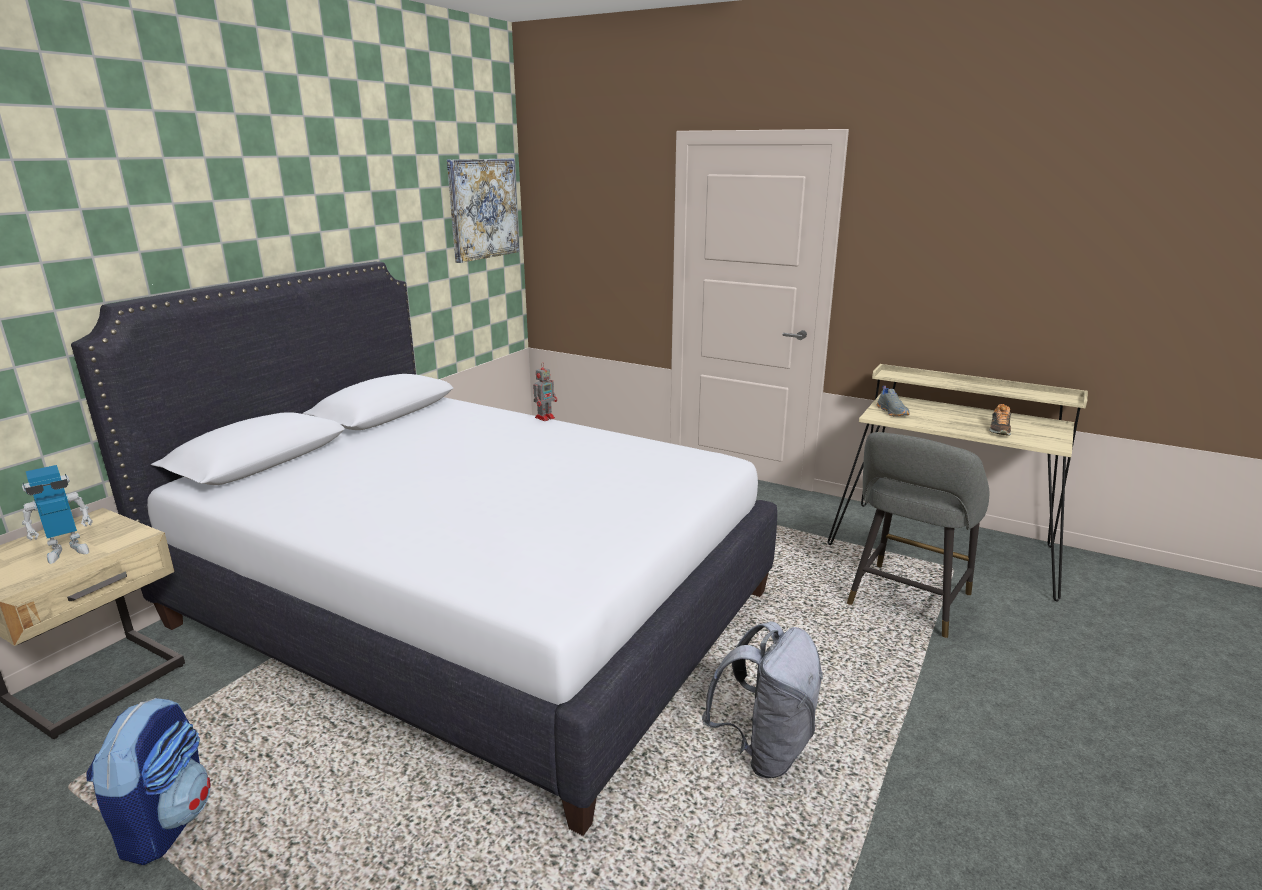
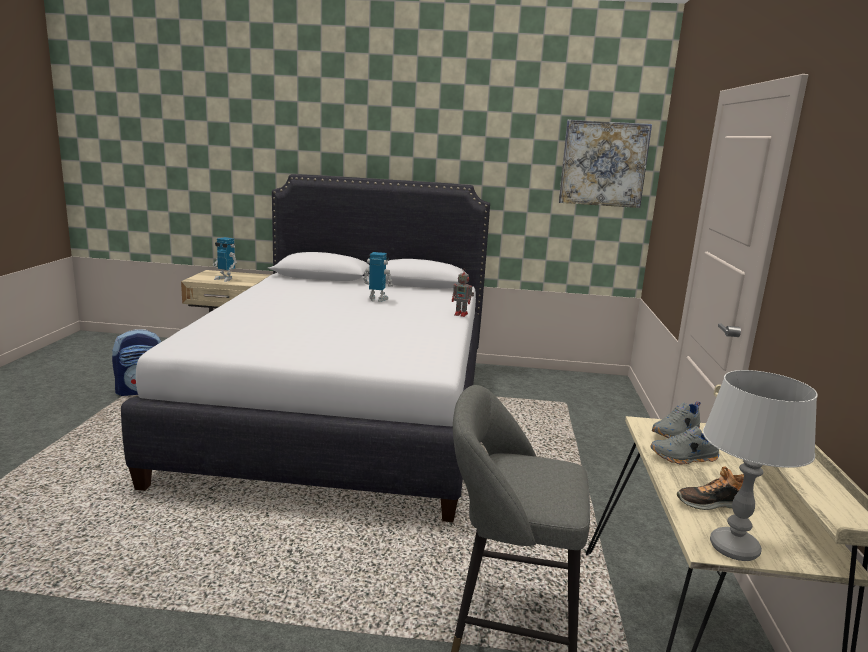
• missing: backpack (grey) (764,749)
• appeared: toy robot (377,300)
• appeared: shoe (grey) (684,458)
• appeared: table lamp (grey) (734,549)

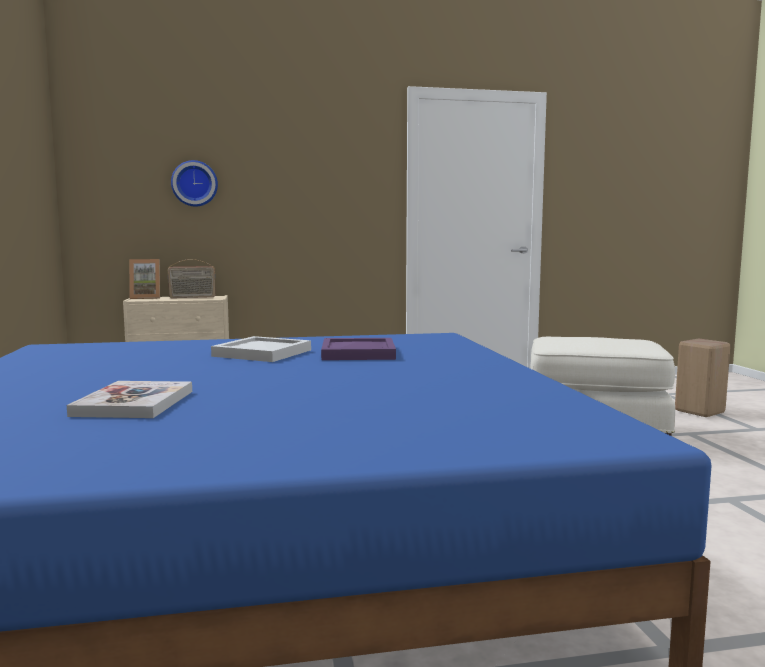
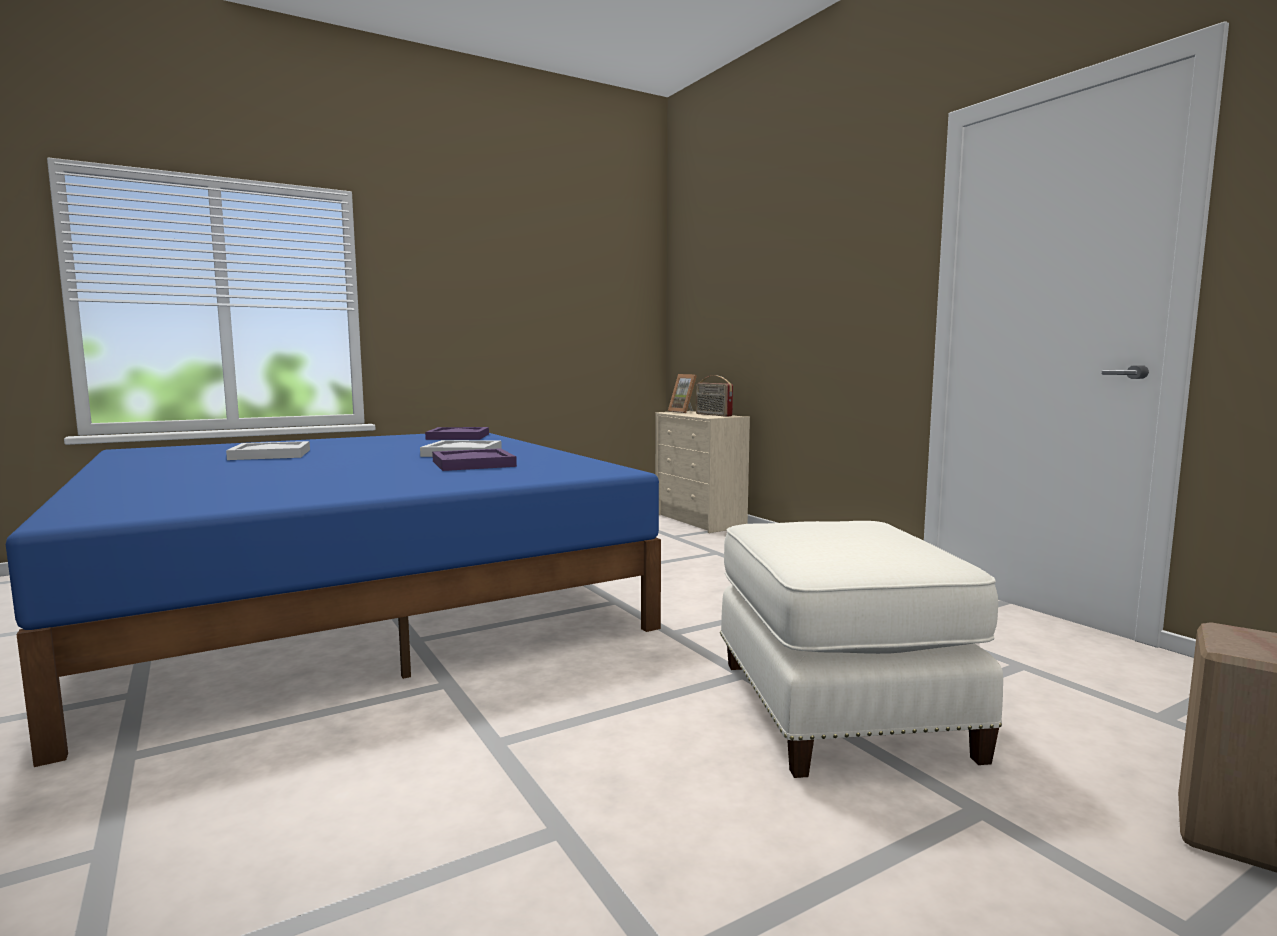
• missing: wall clock (194,183)
• appeared: tray (purple) (457,437)
• exchanged: book (134,403) to tray (white) (271,454)

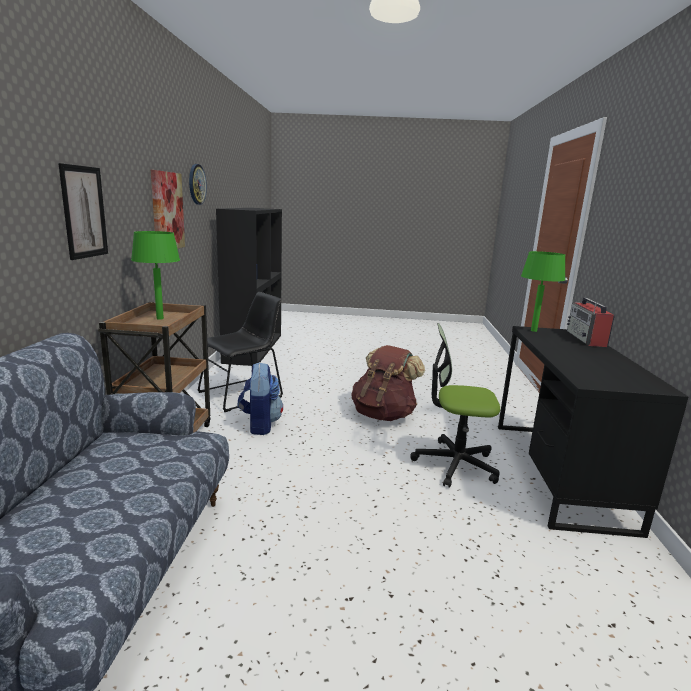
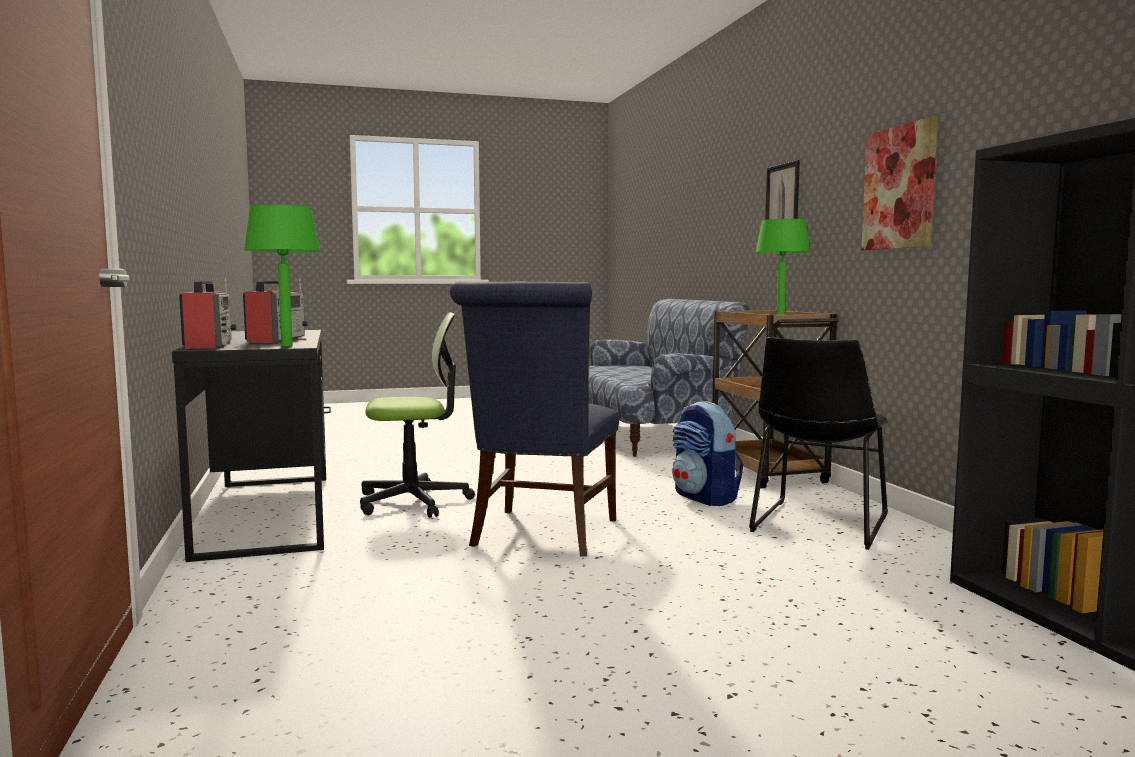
• missing: wall clock (196,184)
• appeared: radio (277,339)
• exchanged: backpack (brown) (384,415) to chair (blue) (541,535)

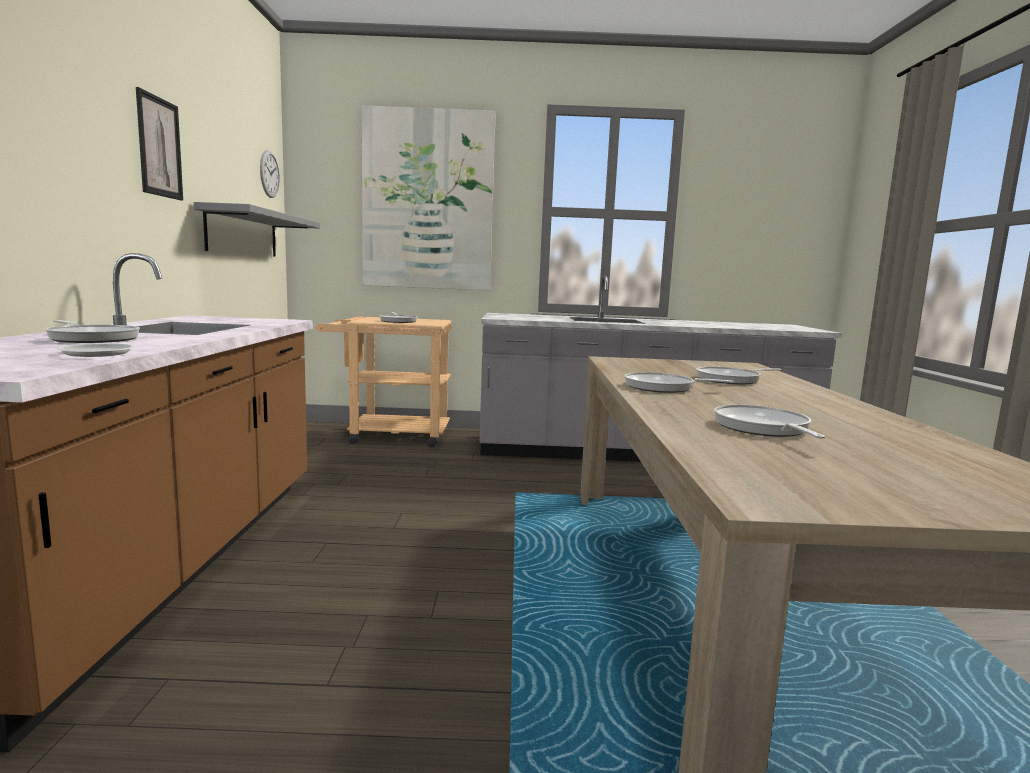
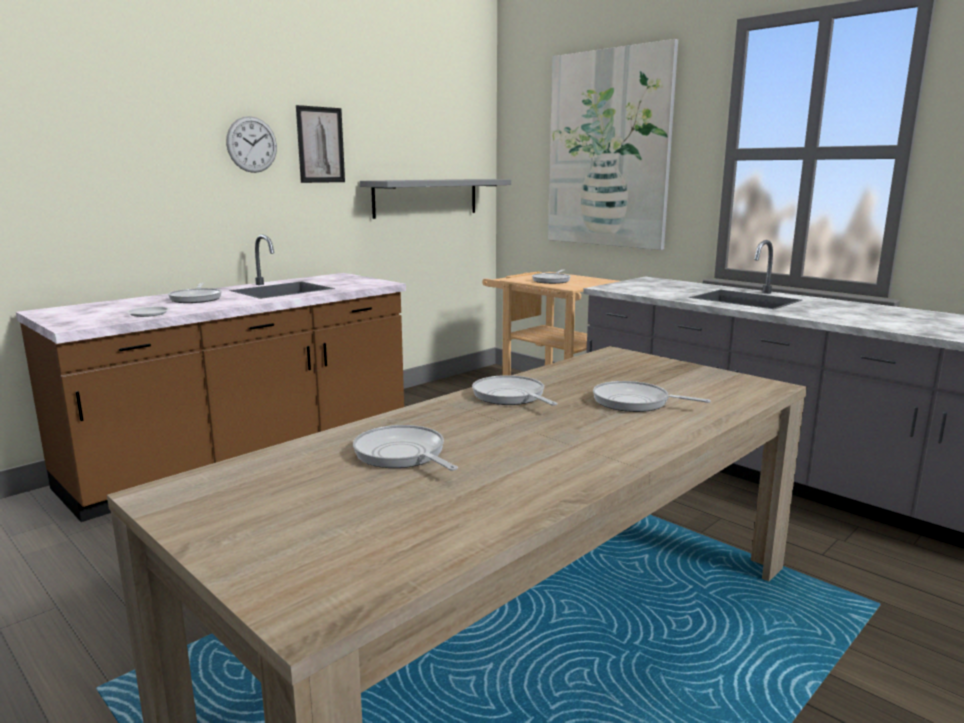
• relocated: wall clock (269,174) to (252,144)
• spun: frying pan (763,428) = (402,455) 75 degrees counterclockwise

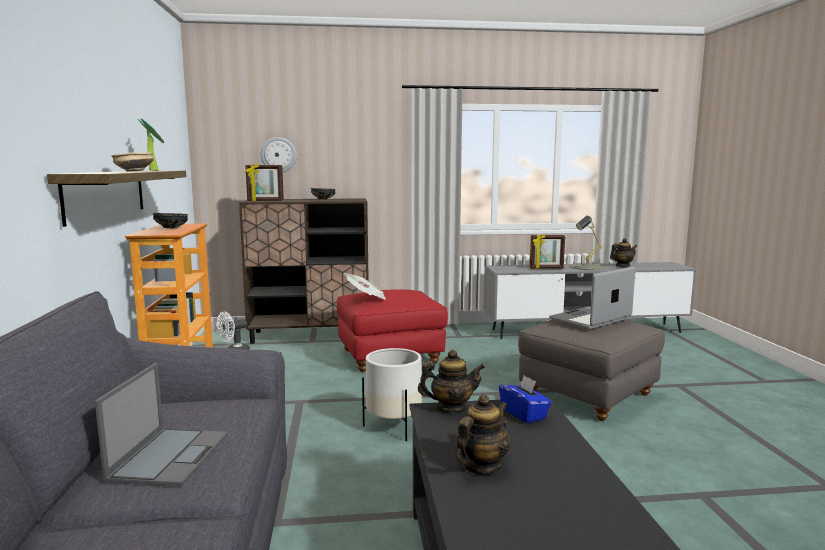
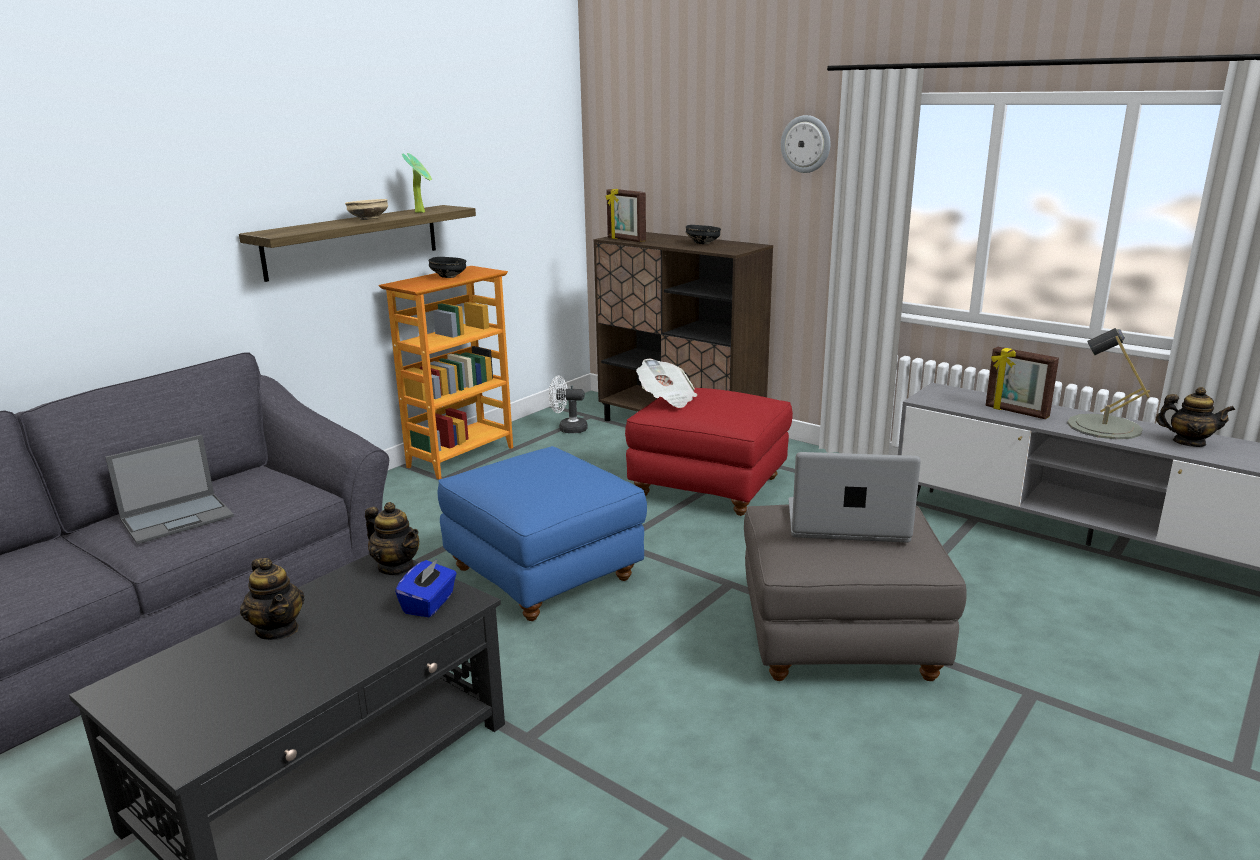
• relocated: wall clock (278,155) to (806,144)
• exchanged: planter (white) (394,427) to ottoman (blue) (544,575)
• spun: teapot (481,466) = (277,629) 60 degrees clockwise

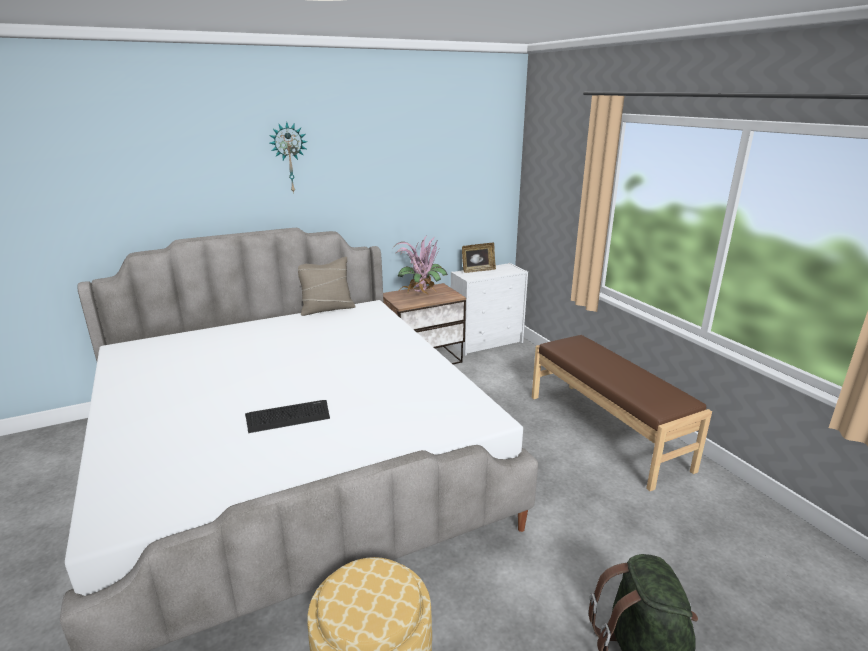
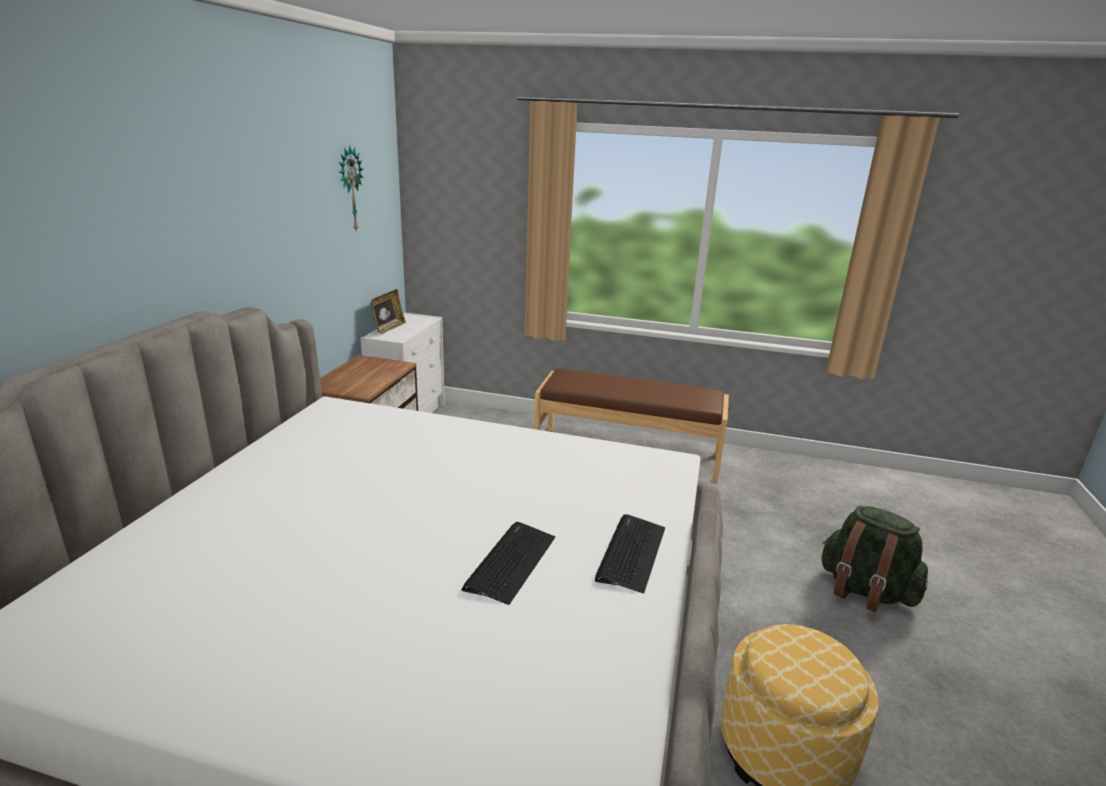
• missing: pillow (beige) (327,309)
• missing: potted plant (420,297)
• appeared: keyboard (631,553)
• relocated: wall clock (289,158) to (349,189)

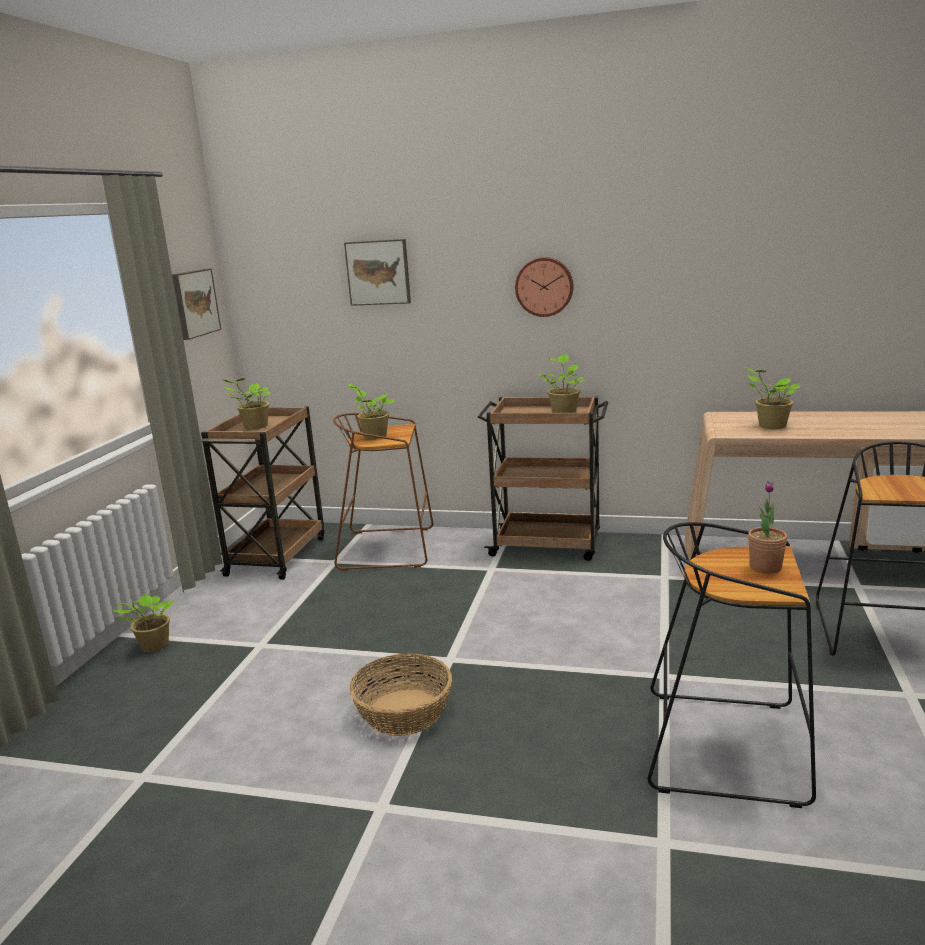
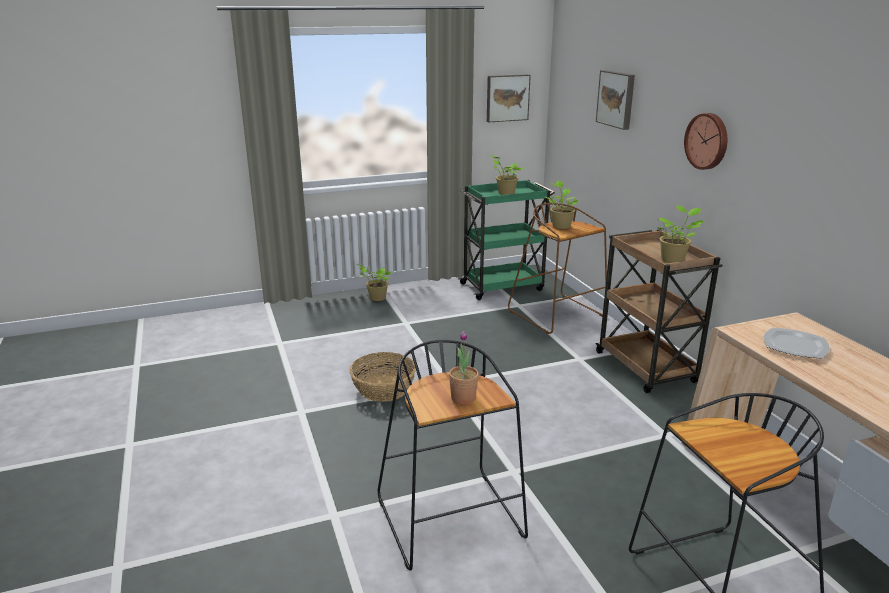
• exchanged: potted plant (770,426) to plate (795,346)
• colour: cart (brown) (277,555) to cart (green) (503,286)

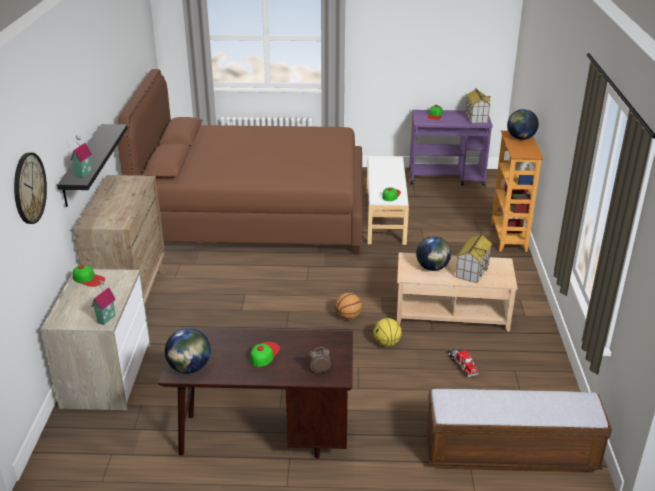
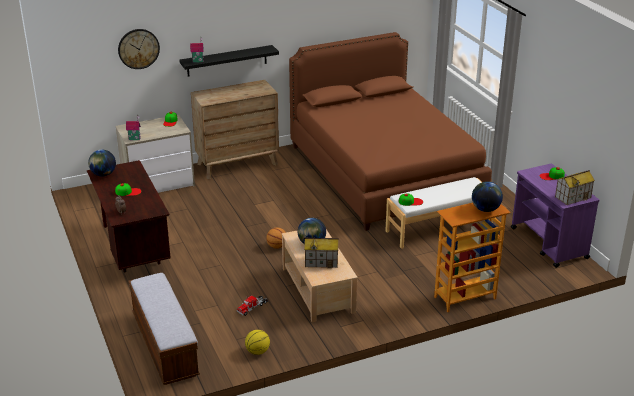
• relocated: basketball (386,343) to (257,351)

